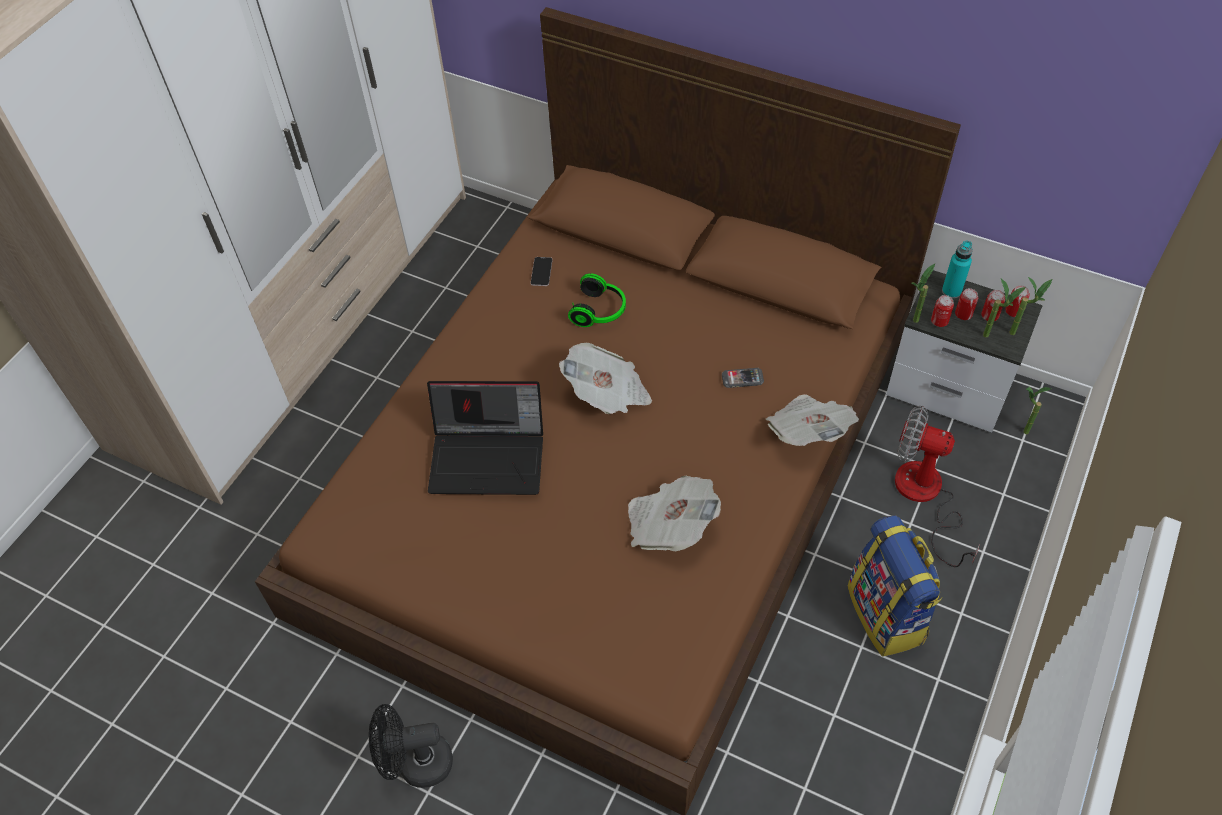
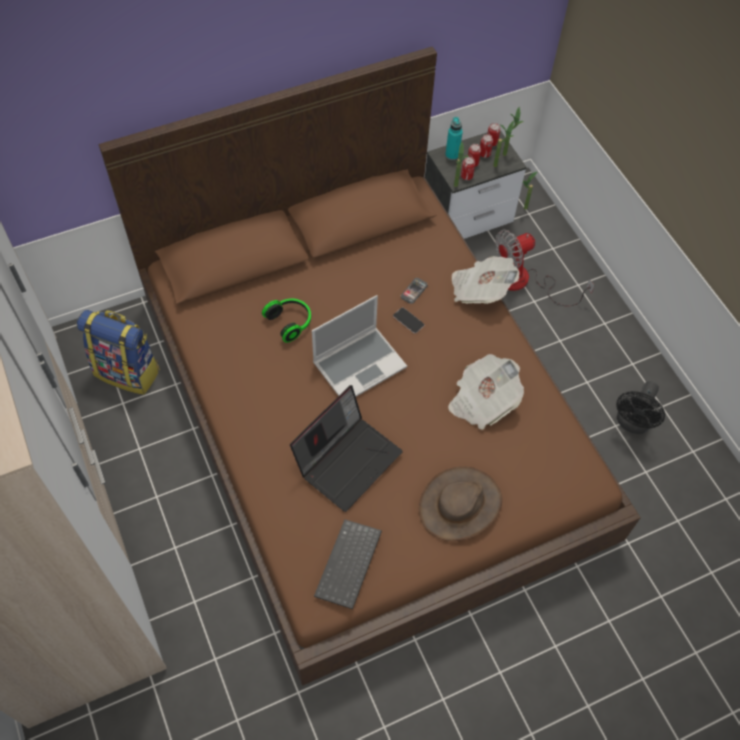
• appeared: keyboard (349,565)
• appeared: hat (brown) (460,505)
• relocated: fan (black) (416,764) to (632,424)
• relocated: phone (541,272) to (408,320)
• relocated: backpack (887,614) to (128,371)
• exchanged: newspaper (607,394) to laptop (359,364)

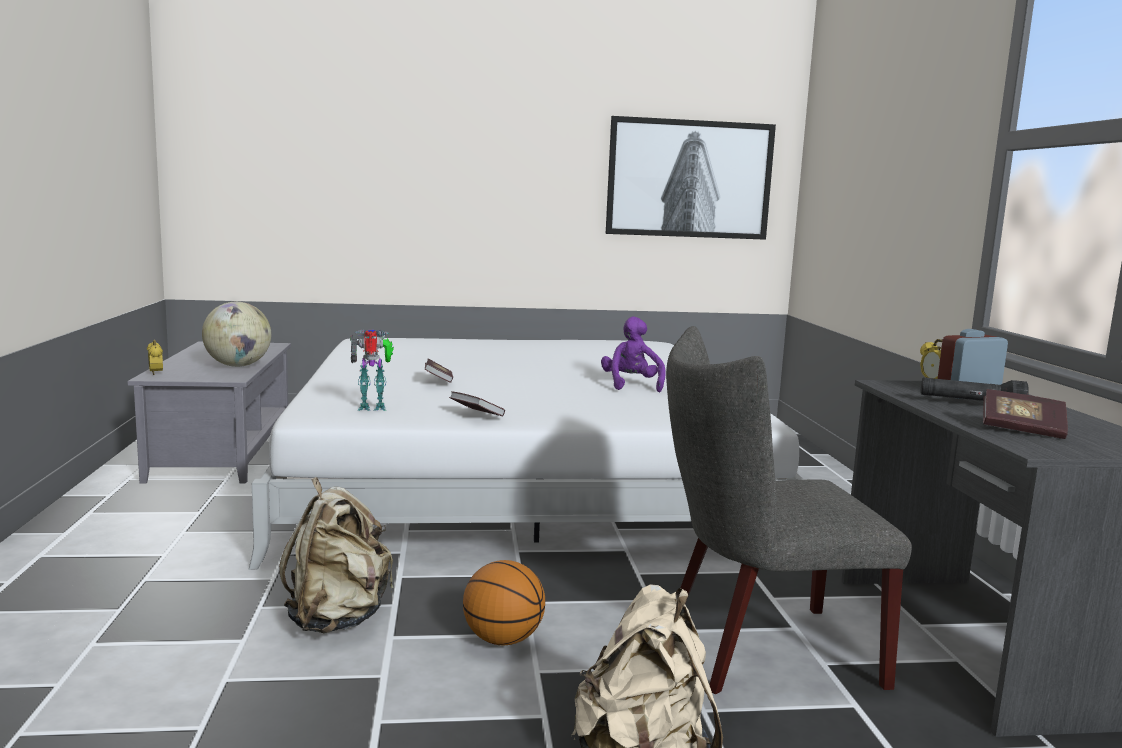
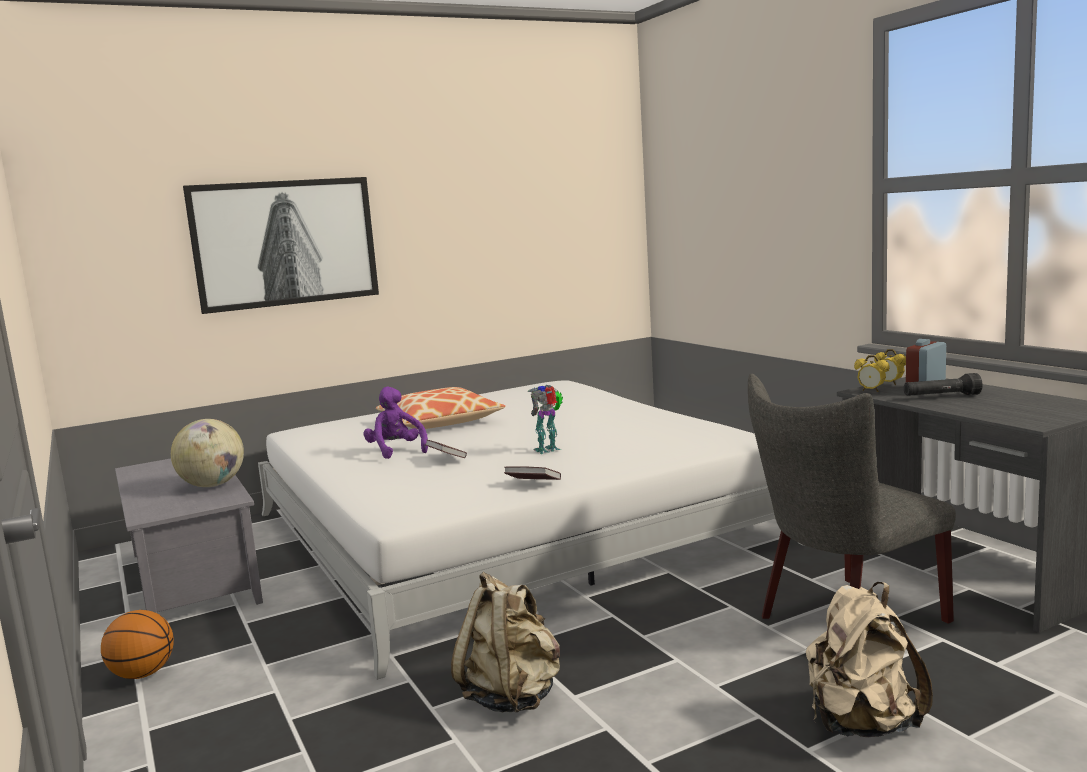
• missing: book (1021,430)
• appeared: pillow (440,422)
• relocated: alarm clock (156,373) to (871,391)
• relocated: toy robot (373,408) to (549,450)
• relocated: basketball (503,639) to (142,674)
• relocated: plush toy (purple) (631,385) to (396,451)
• relocated: picture (689,179) to (285,243)

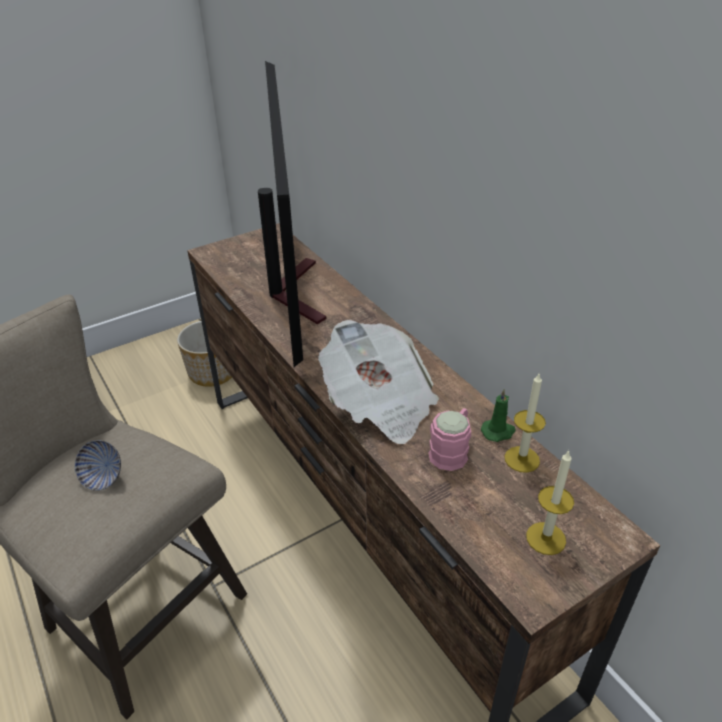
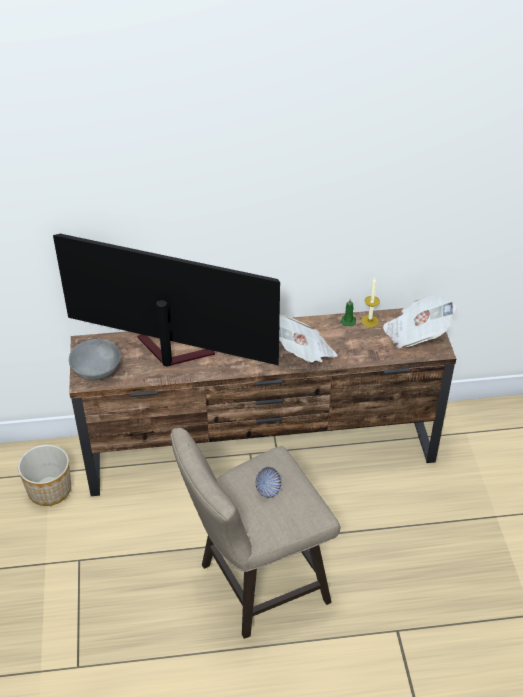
• missing: mug (pink) (451,450)
• appeared: bowl (grey) (97,371)
• exchanged: candle (546,538) to newspaper (416,334)

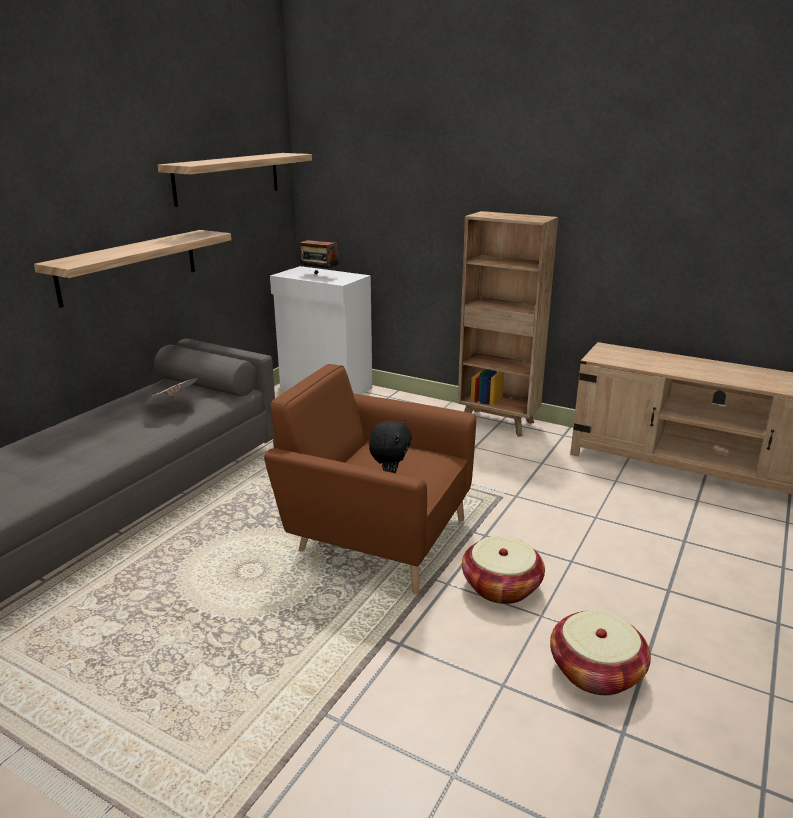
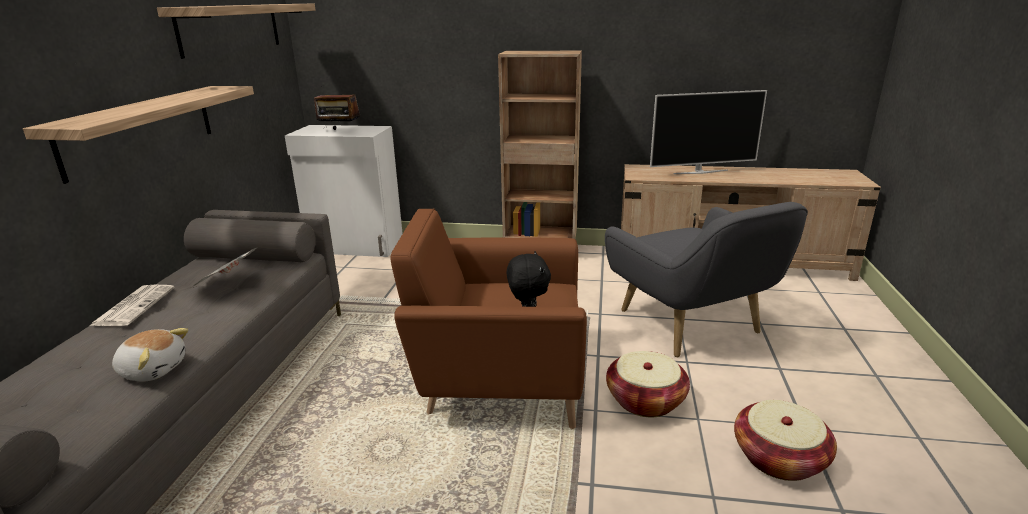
• appeared: newspaper (134,306)
• appeared: plush toy (153,369)
• appeared: armchair (grey) (692,326)
• appeared: television (700,172)

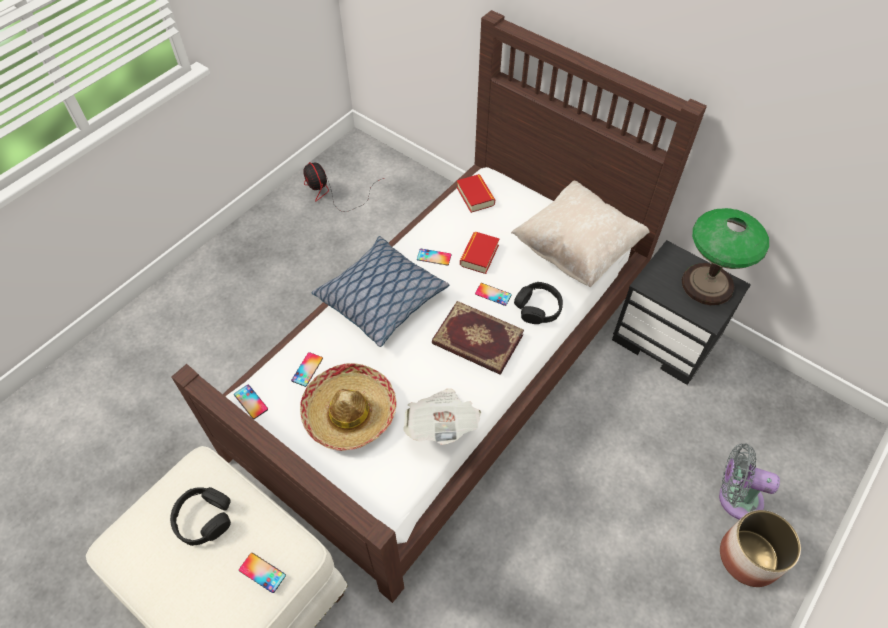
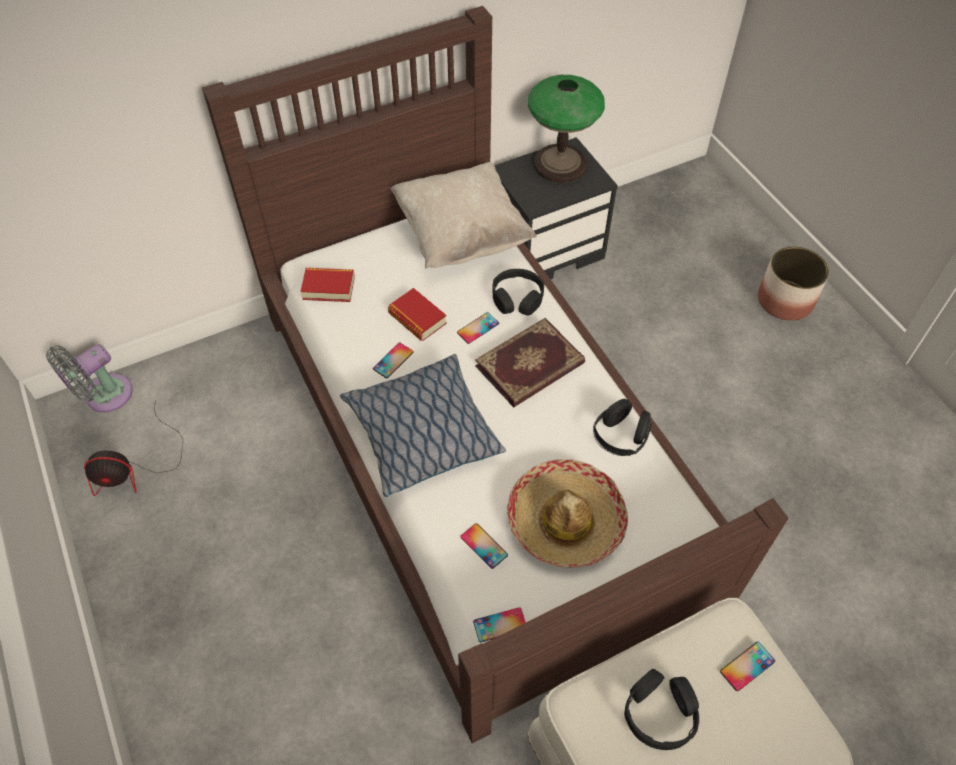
• relocated: fan (grey) (735,497) to (104,396)
• exchanged: newspaper (441,425) to headphones (black) (620,438)

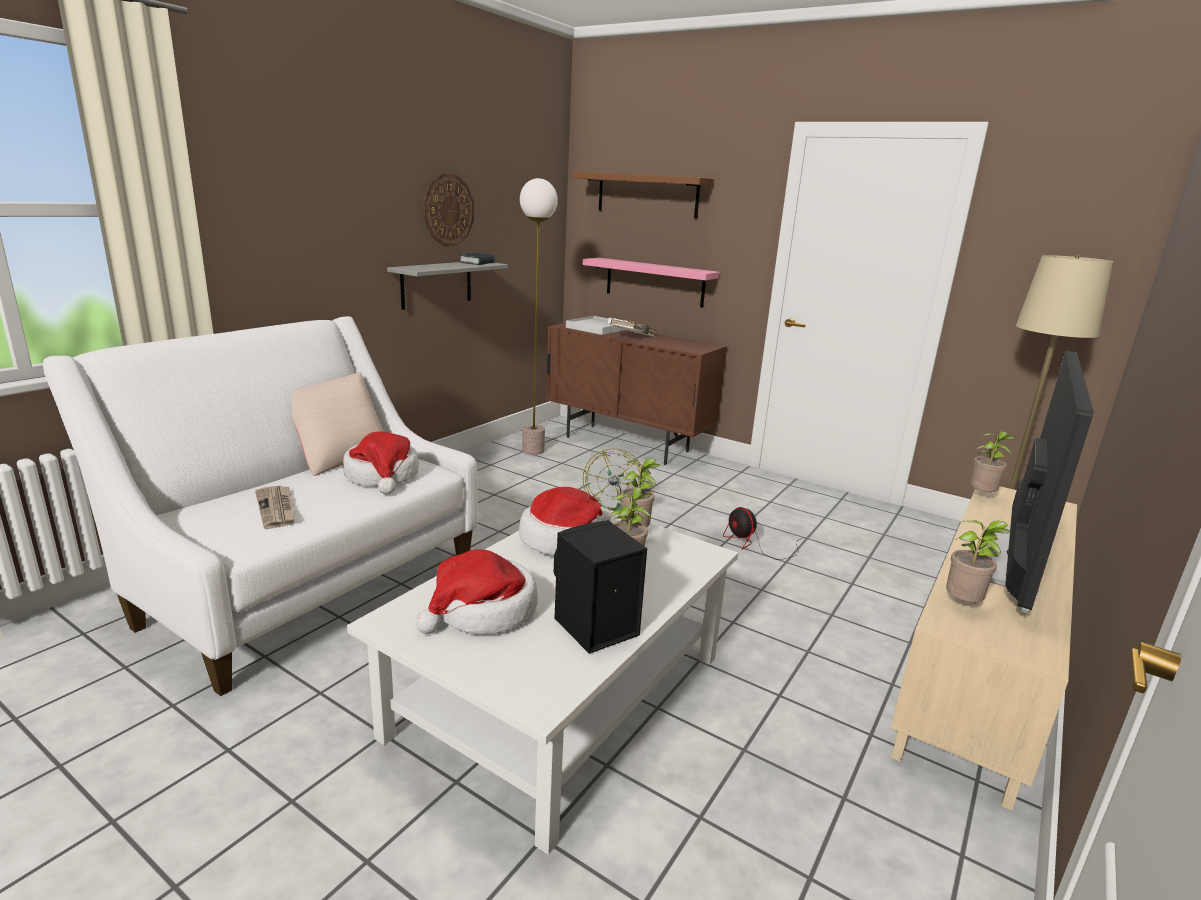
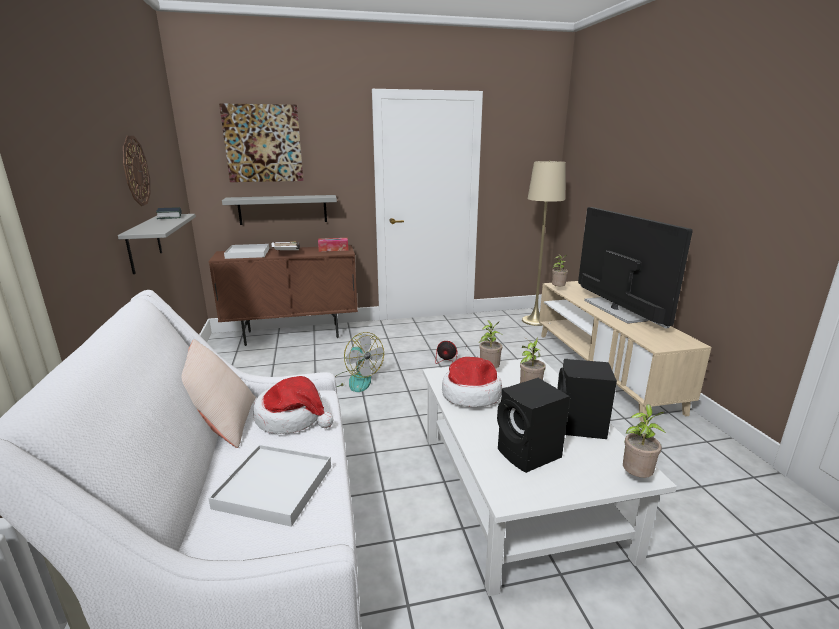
• missing: floor lamp (533,450)
• appeared: tissue box (333,249)
• relocated: potted plant (963,606) to (636,477)
• exchanged: newspaper (277,508) to tray (white) (274,486)
• exchanged: hat (483,611) to speaker (black) (530,455)
• exchanged: shelf (brown) (647,195) to picture (263,143)
• colour: shelf (pink) (654,282) to shelf (grey) (283,209)

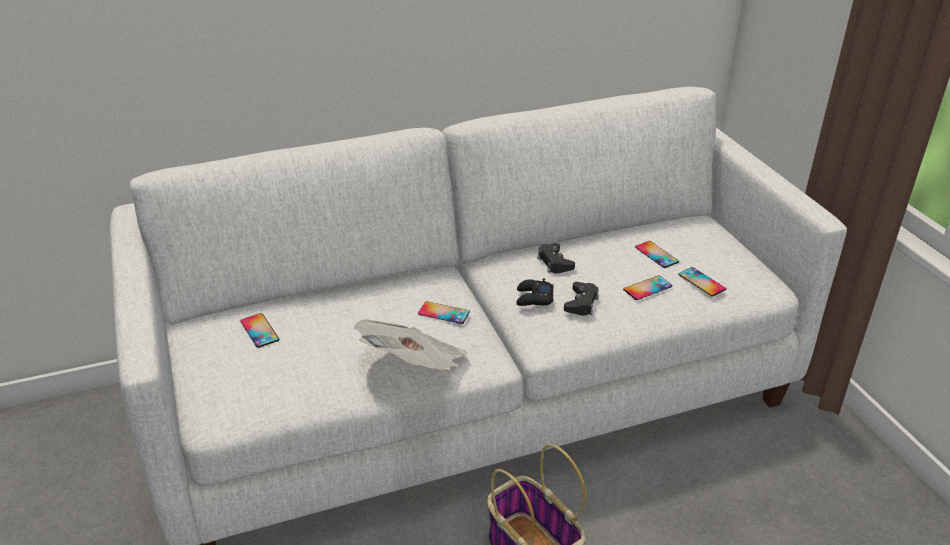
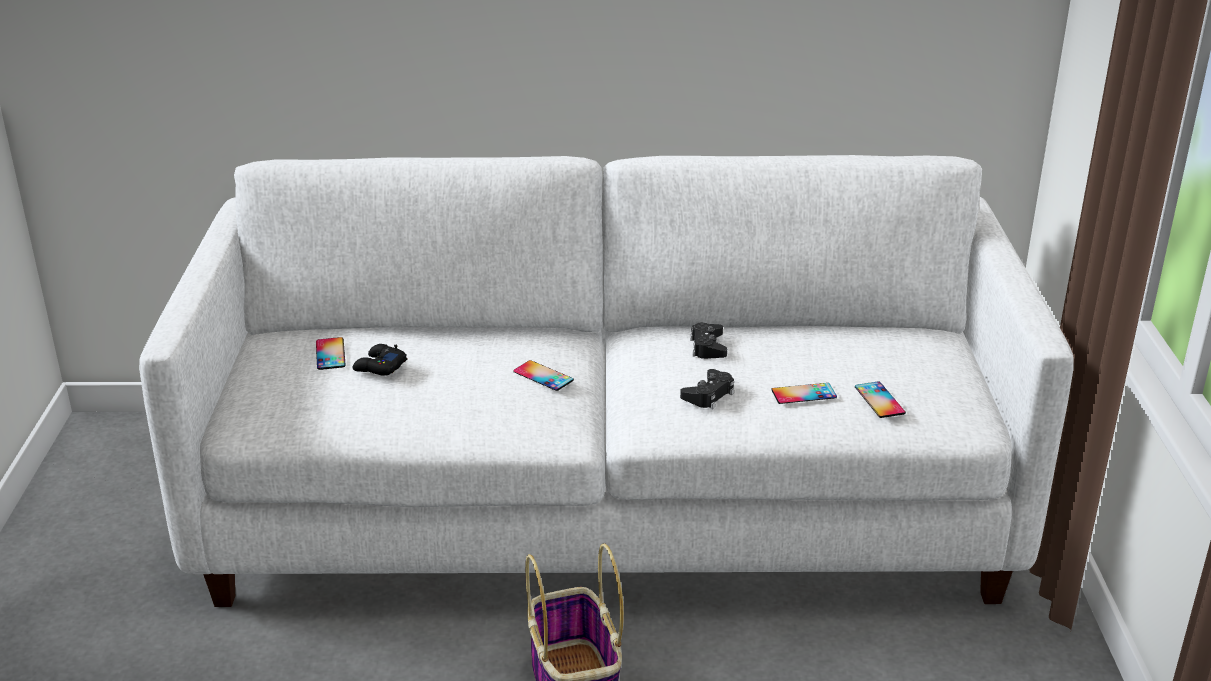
• missing: newspaper (414,367)
• missing: phone (656,254)
• relocated: game controller (black) (534,298) to (379,366)

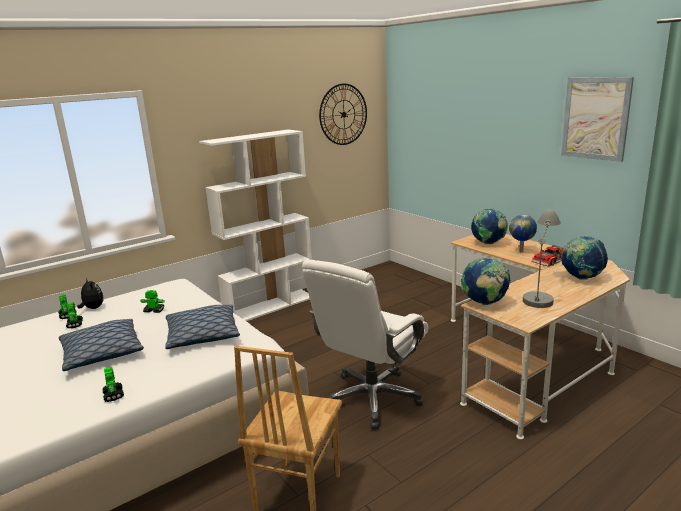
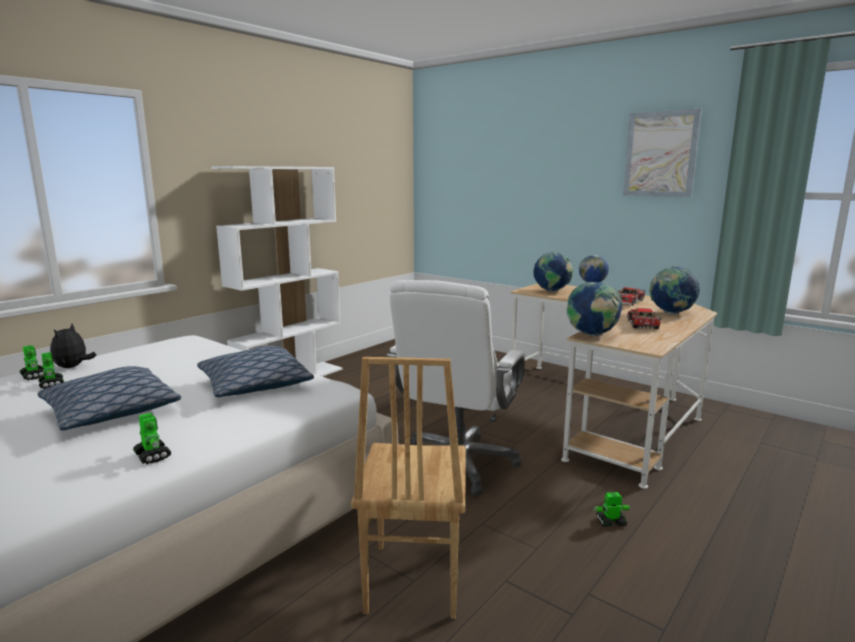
• missing: wall clock (343,114)
• relocated: toy robot (154,311) to (610,522)
• exchanged: table lamp (grey) (540,291) to toy car (641,324)
• spun: plush toy (93,308) = (73,367) 120 degrees counterclockwise

